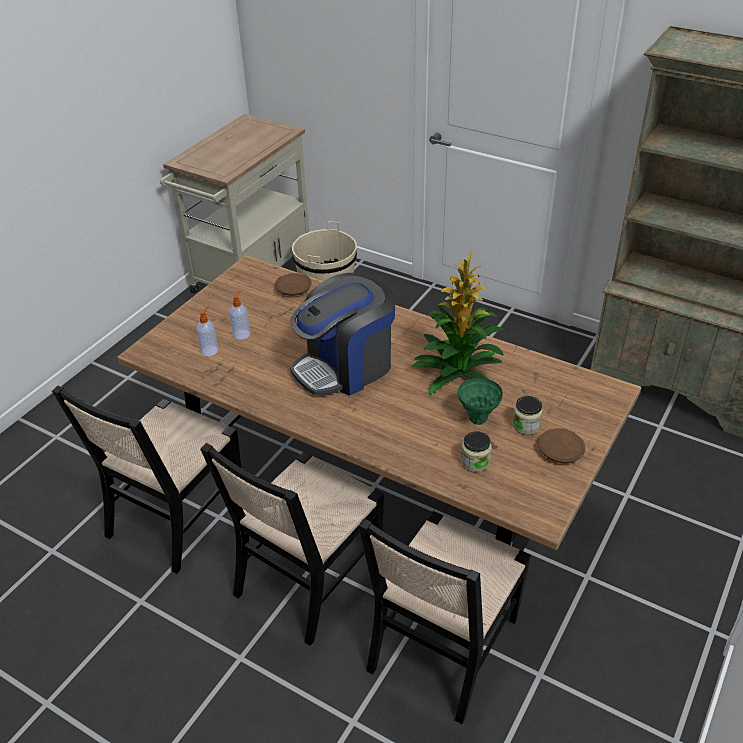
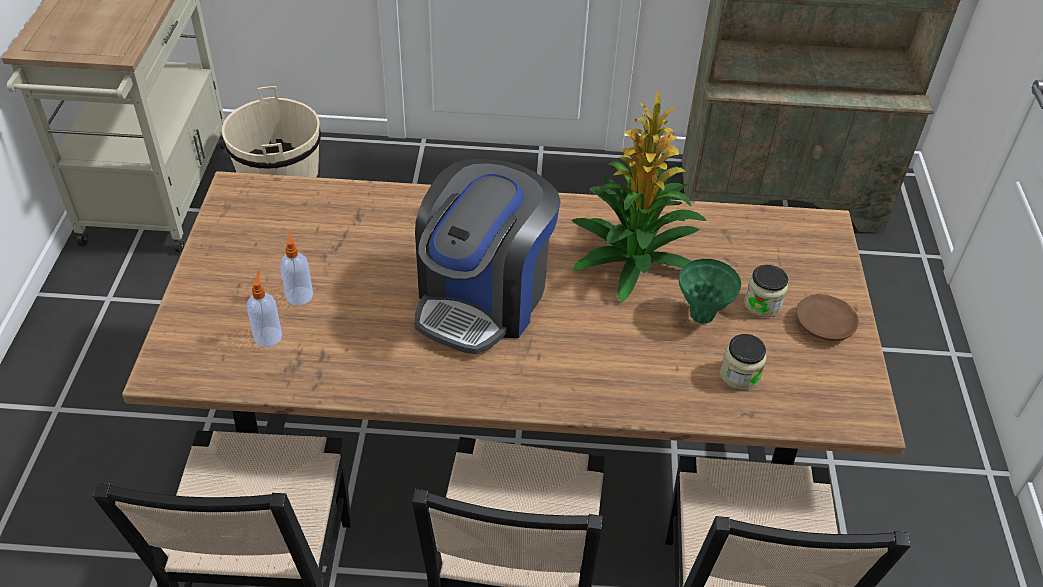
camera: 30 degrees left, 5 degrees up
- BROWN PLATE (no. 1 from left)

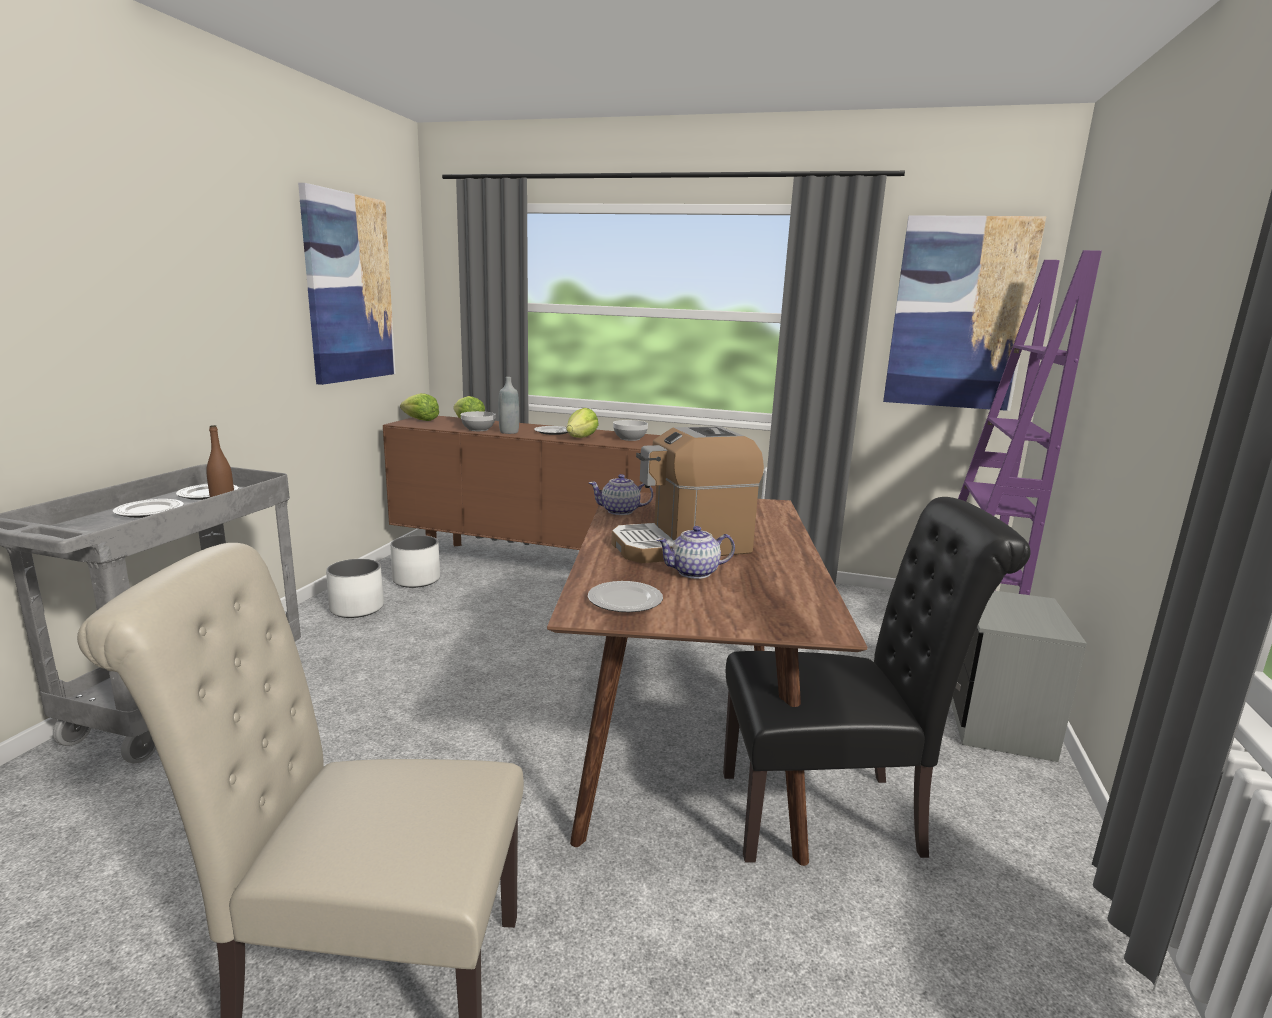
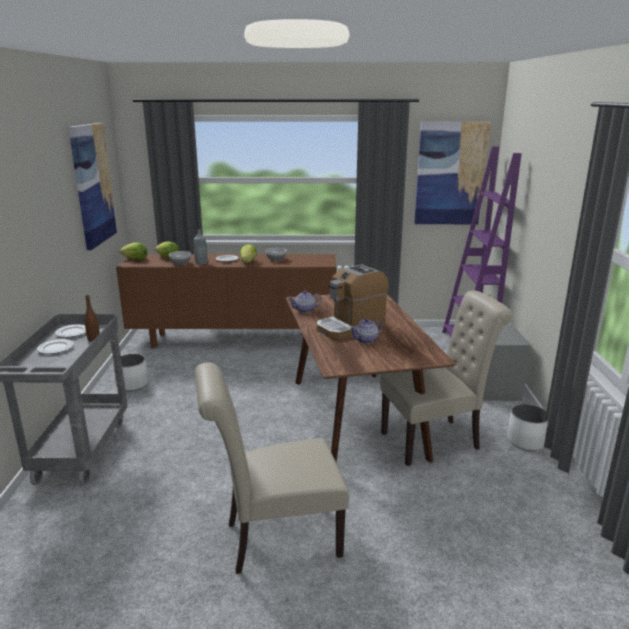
camera: 15 degrees left, 5 degrees up
~ BLACK CHAIR to BEIGE CHAIR (no. 2 from left)
~ WHITE PLANTER (no. 2 from left)
- PLATE (no. 4 from left)

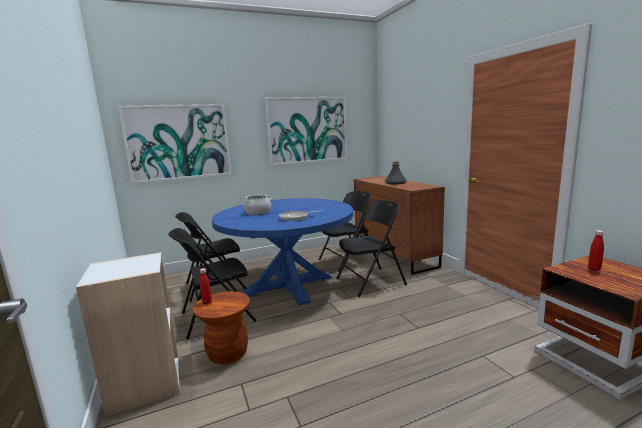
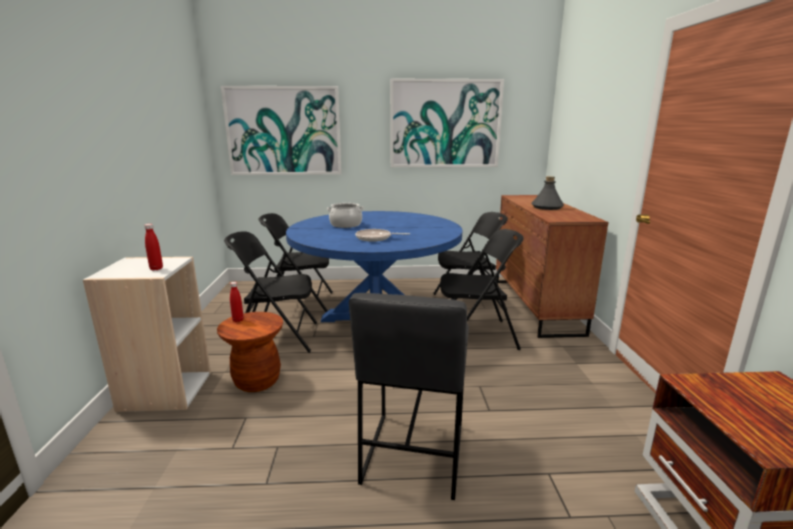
camera: 20 degrees right, 5 degrees up
~ RED BOTTLE (no. 2 from left in the first image) to RED BOTTLE (no. 1 from left)
+ GREY STOOL

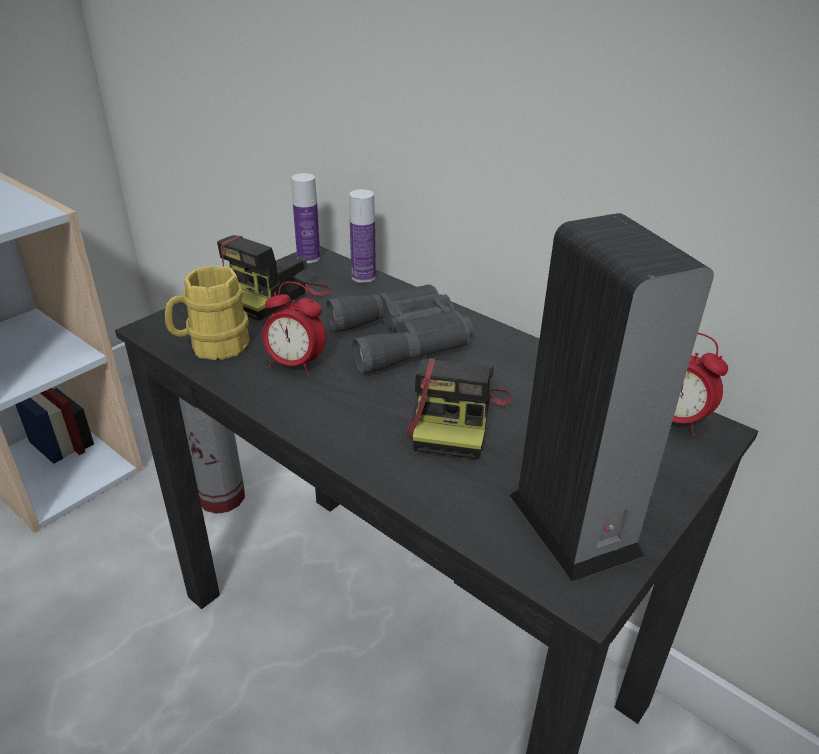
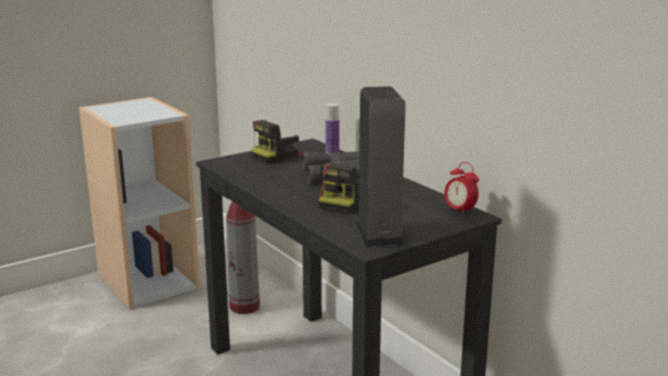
camera: 15 degrees right, 15 degrees down
- BOTTLE (no. 1 from left)
- YELLOW MUG
- ALARM CLOCK (no. 1 from left)

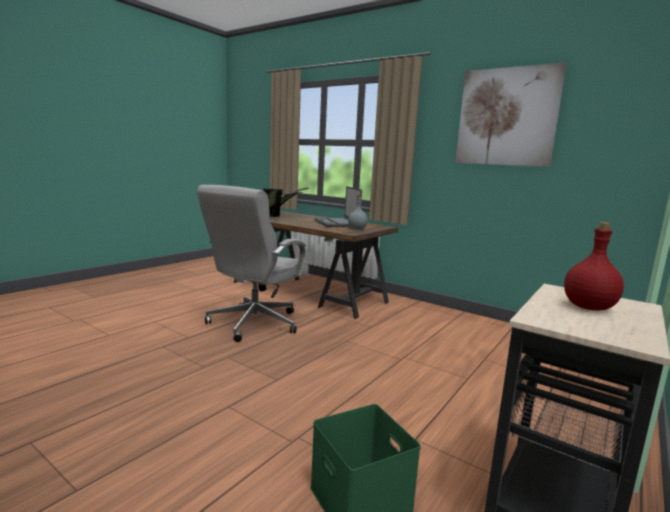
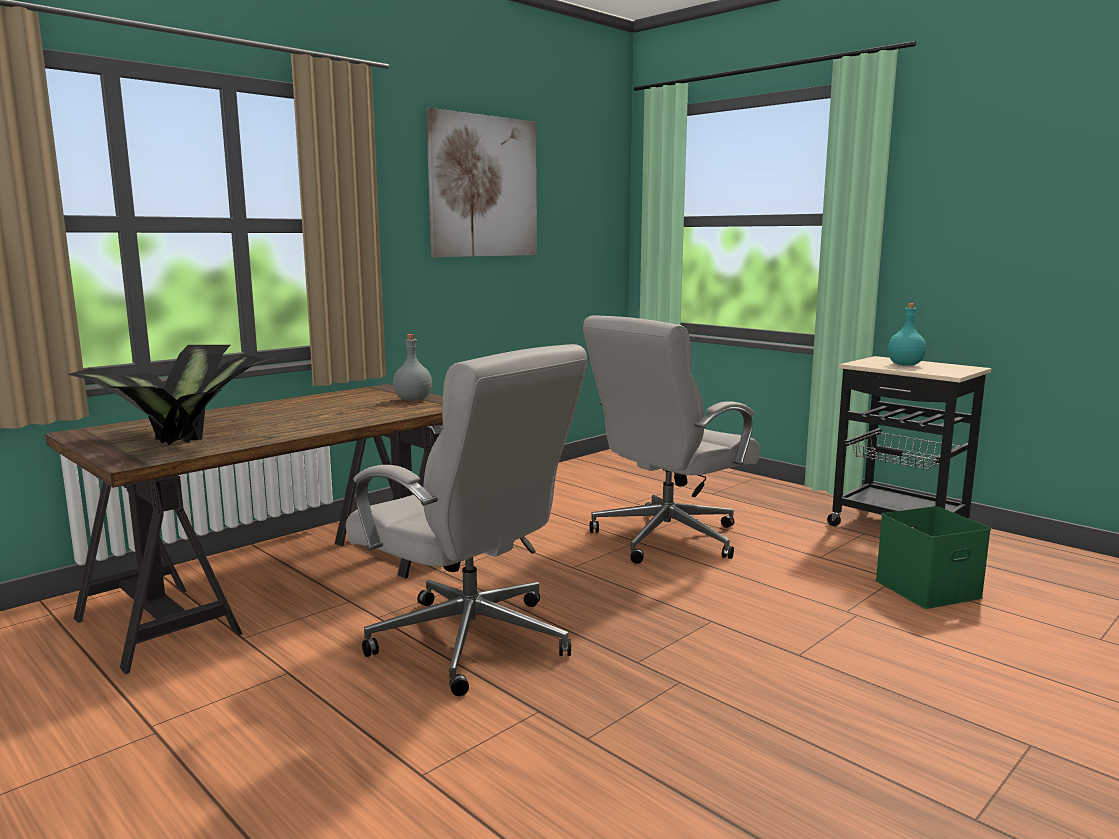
camera: 80 degrees left, 0 degrees up
- LAPTOP
~ RED BOTTLE to TURQUOISE BOTTLE
+ GREY OFFICE CHAIR (no. 2 from left)

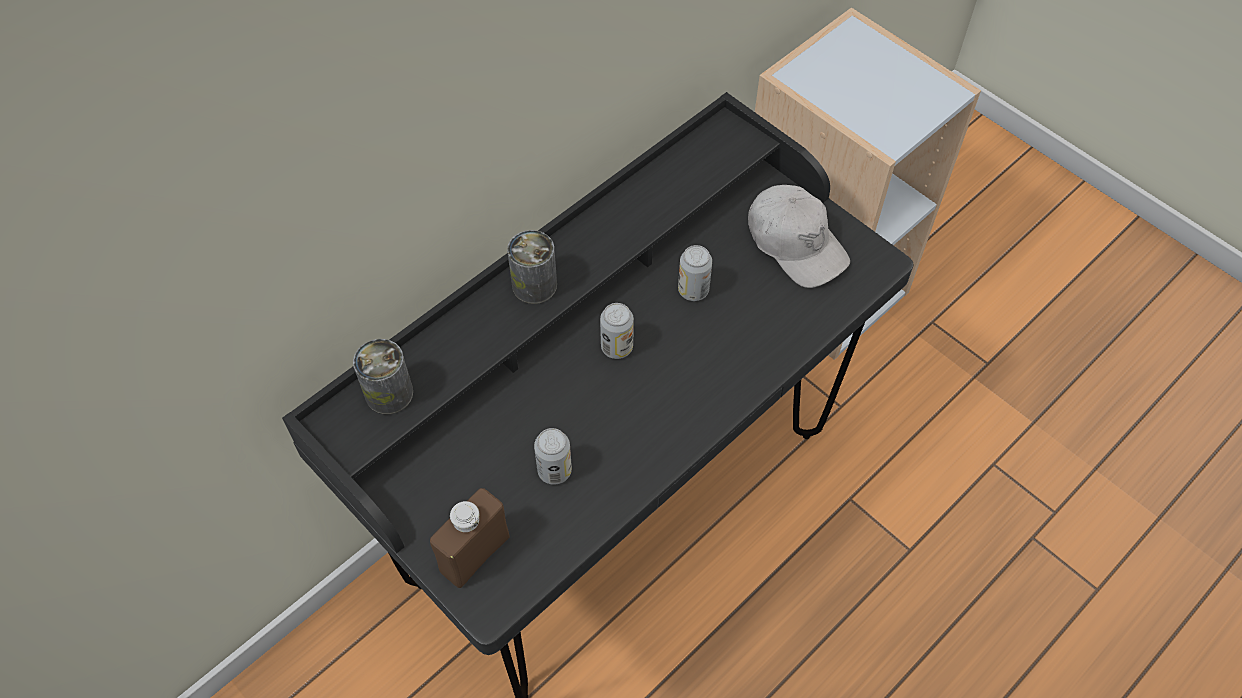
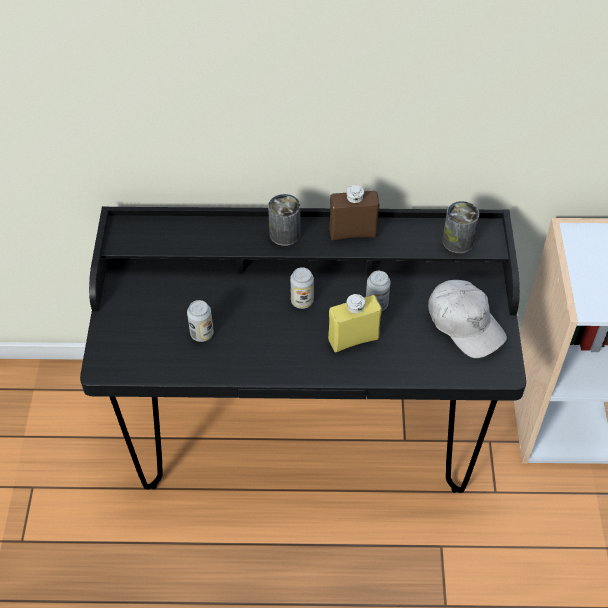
camera: 45 degrees right, 5 degrees down
~ WHITE CAP 45 degrees counterclockwise
~ CAN (no. 1 from left in the first image) to CAN (no. 5 from left)
~ BROWN BOTTLE
+ YELLOW BOTTLE

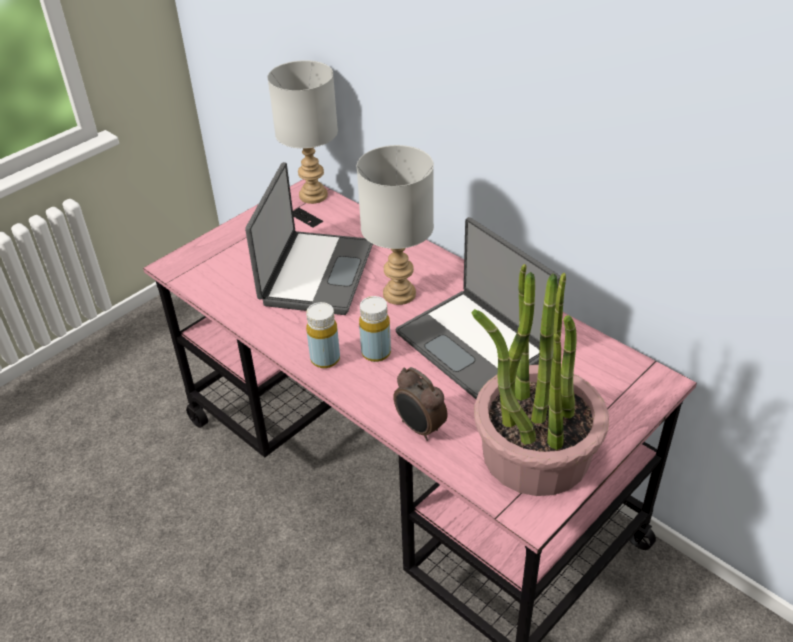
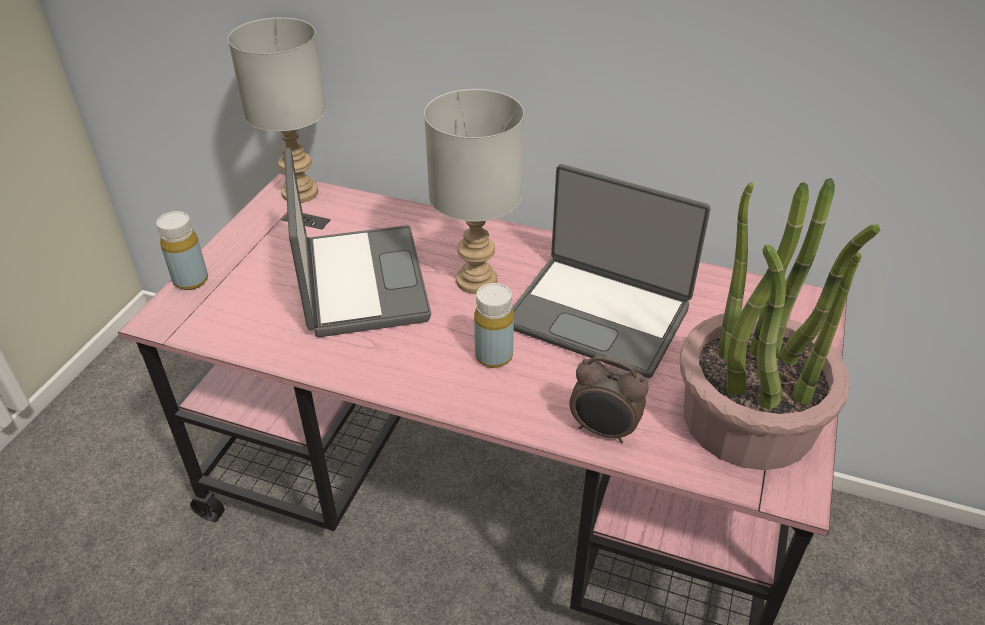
camera: 25 degrees left, 0 degrees up
~ YELLOW BOTTLE (no. 1 from left)

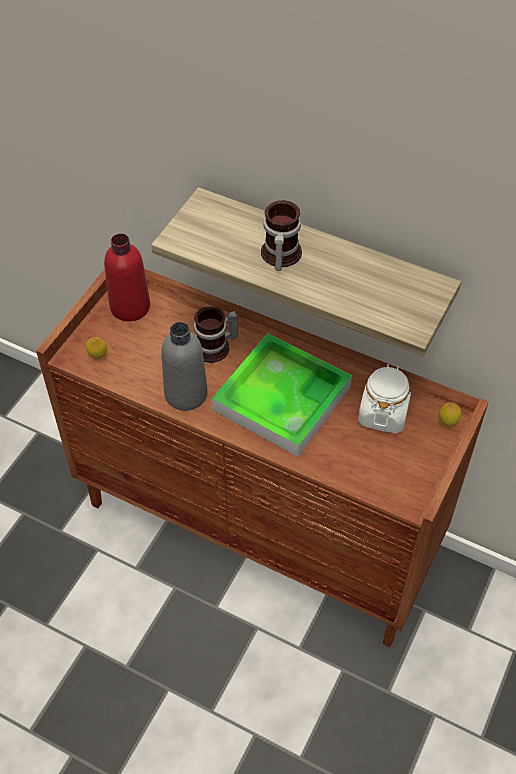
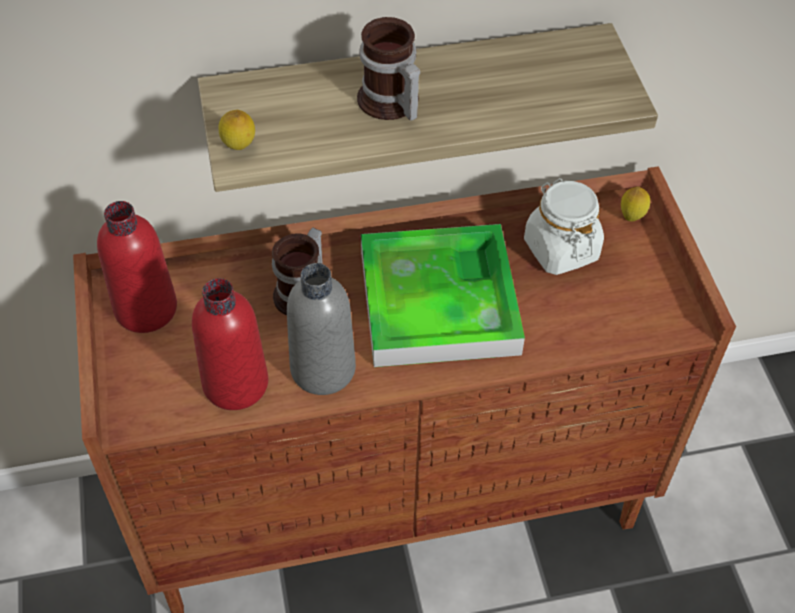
camera: 40 degrees left, 0 degrees up
~ LEMON (no. 1 from left)
+ RED BOTTLE (no. 2 from left)

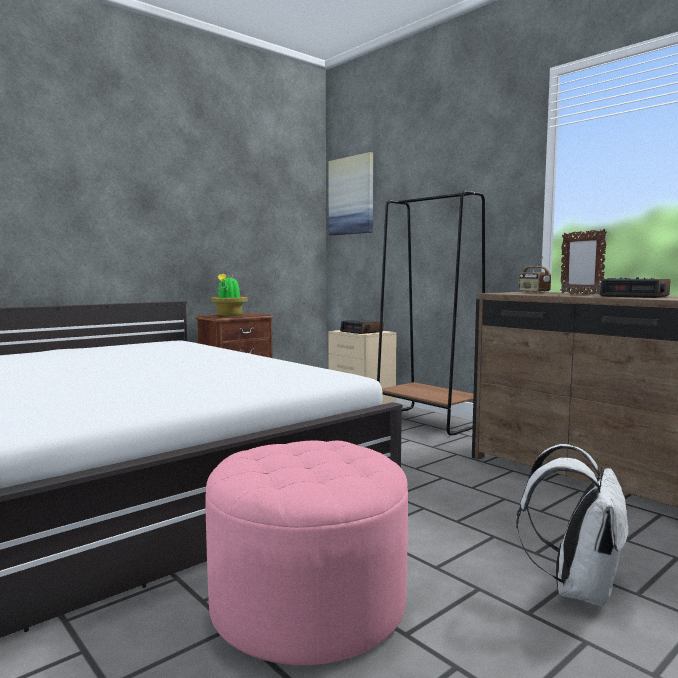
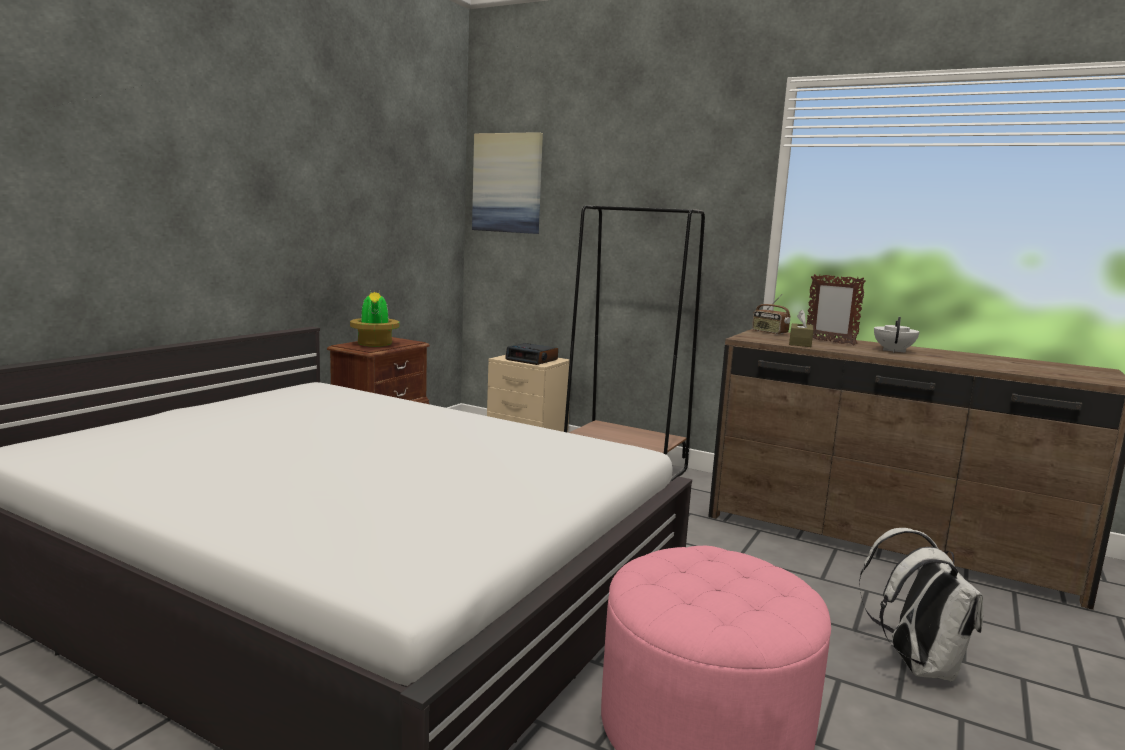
camera: 20 degrees left, 5 degrees up
~ ALARM CLOCK (no. 2 from left) to WHITE TEAPOT
+ BROWN TISSUE BOX

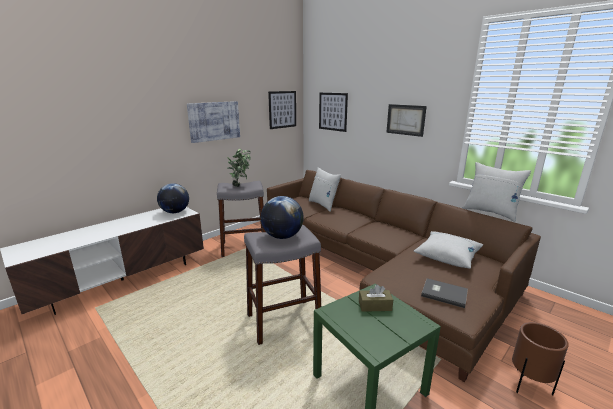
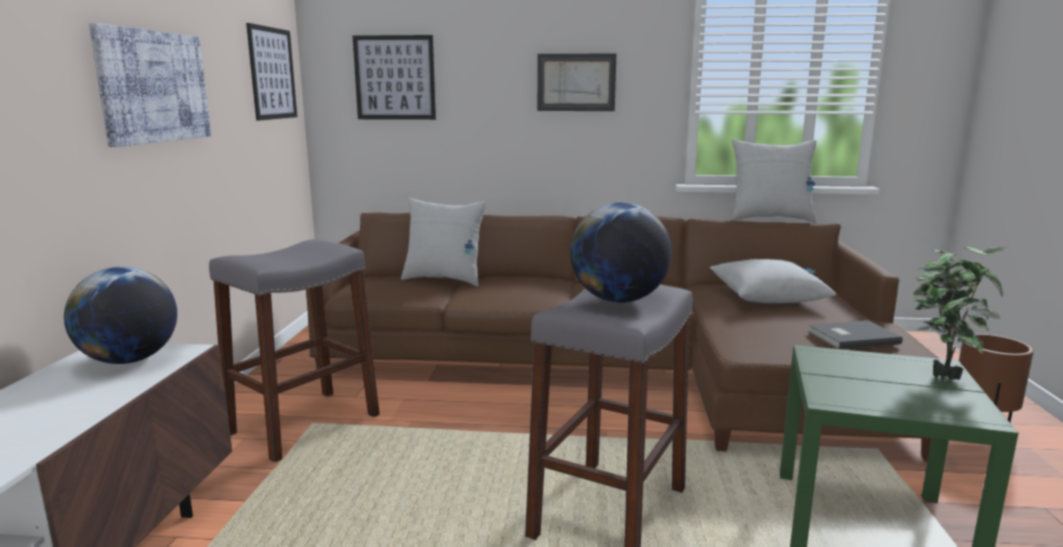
camera: 40 degrees left, 5 degrees down
~ POTTED PLANT
- BROWN TISSUE BOX

